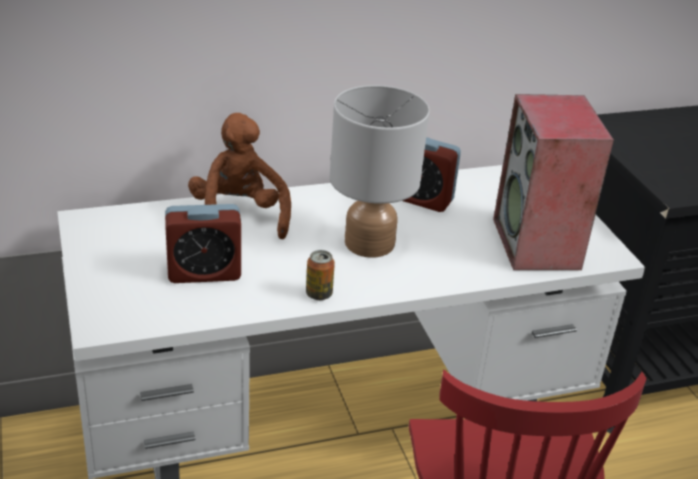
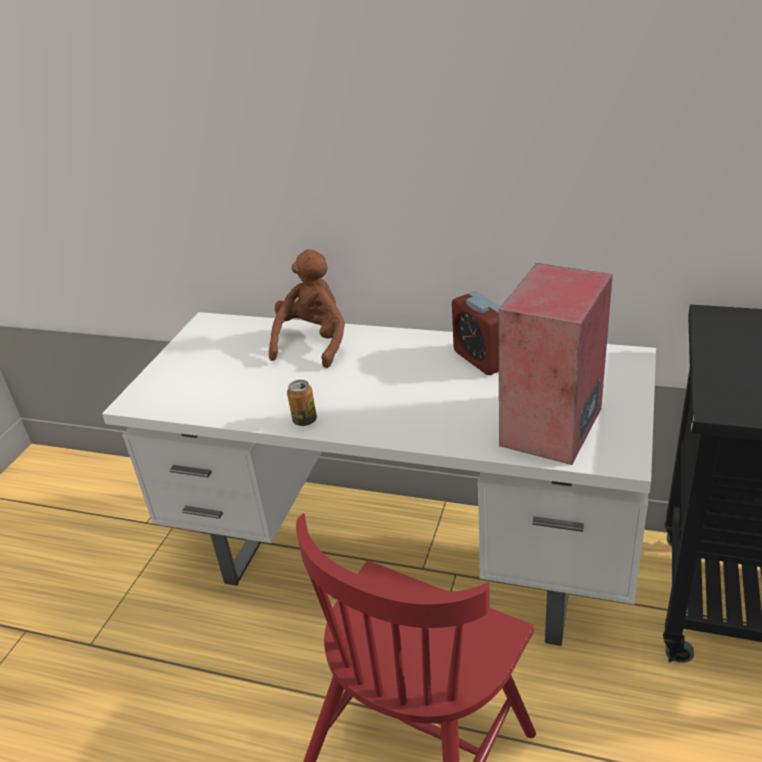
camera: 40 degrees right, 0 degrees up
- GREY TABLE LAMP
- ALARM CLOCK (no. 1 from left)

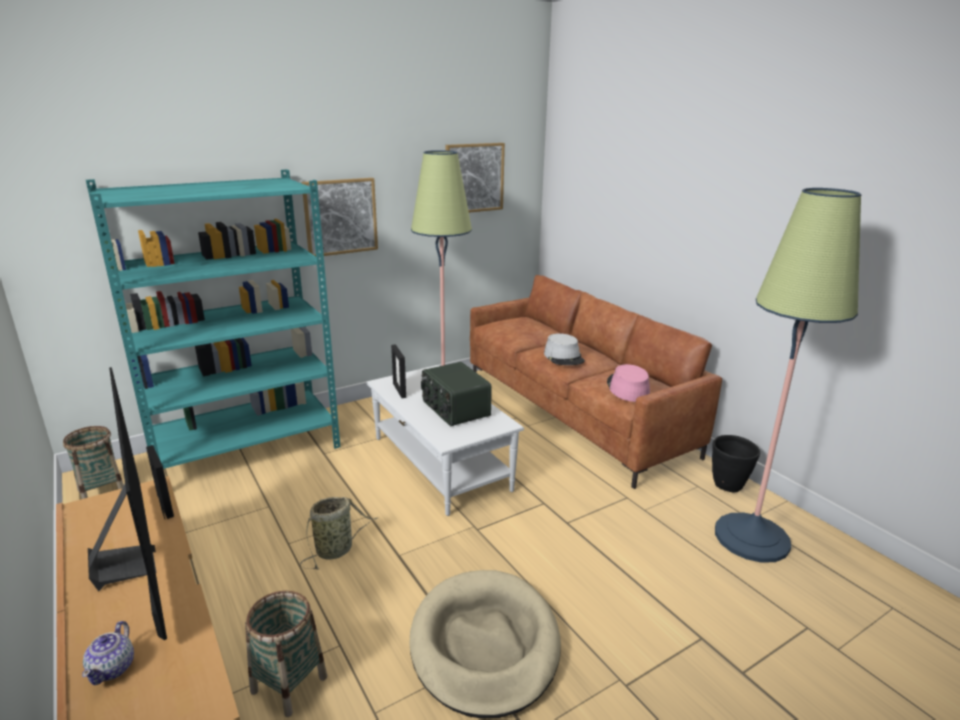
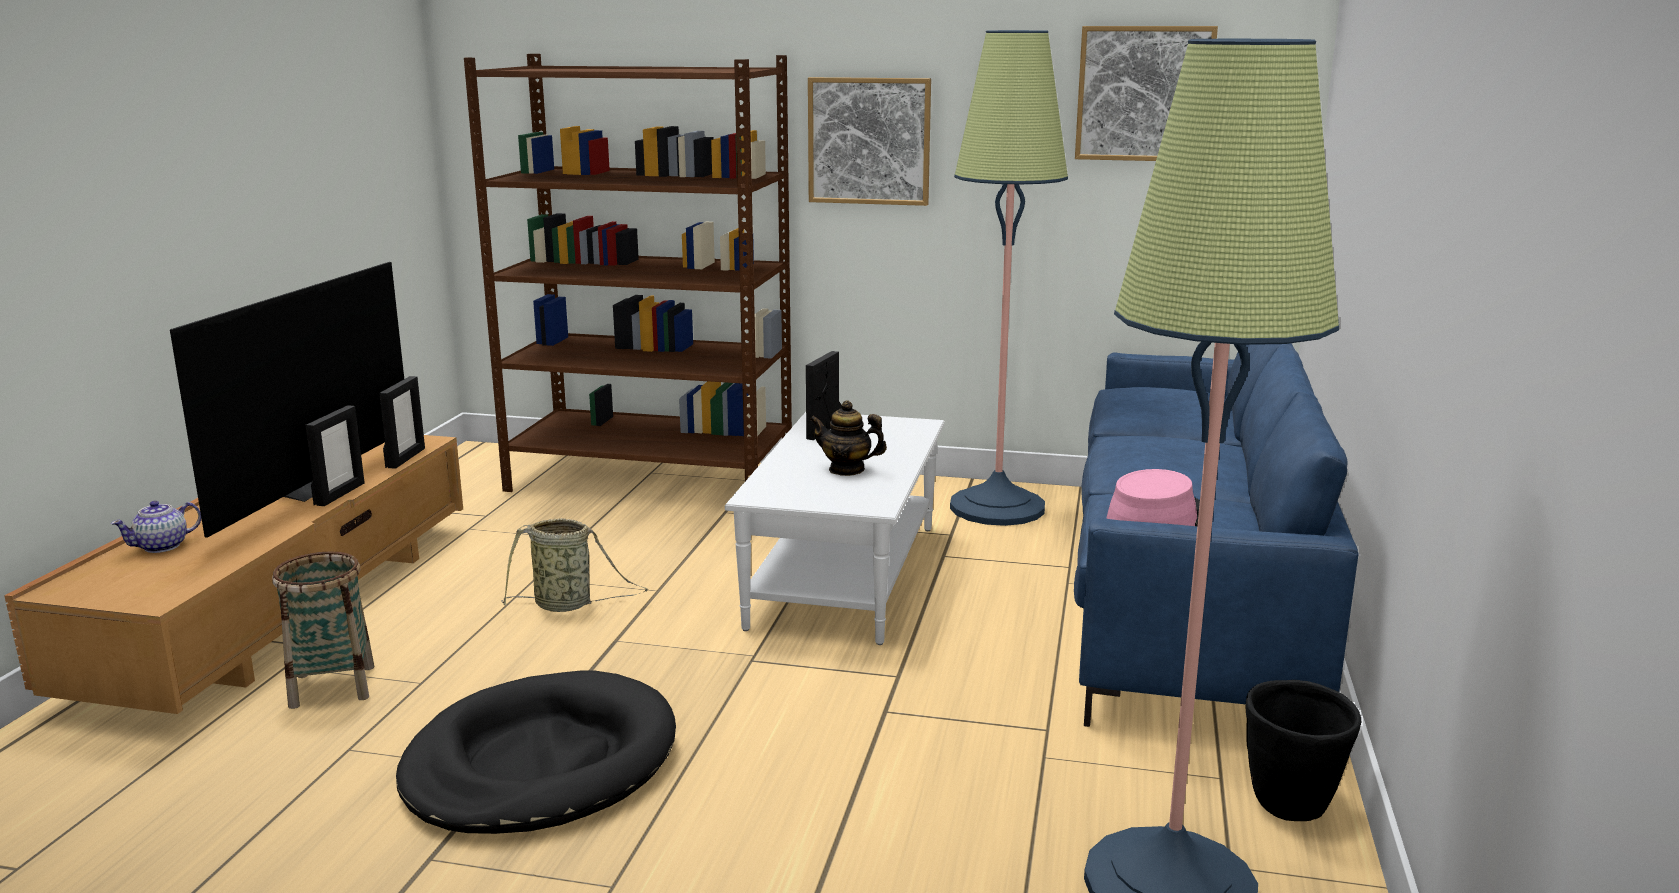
camera: 45 degrees right, 5 degrees down
~ TURQUOISE BOOKCASE to BROWN BOOKCASE
~ BROWN SOFA to BLUE SOFA
- GREY HAT
~ RADIO to TEAPOT (no. 2 from left)
- BASKET (no. 1 from left)
~ BEIGE DOG BED to BLACK DOG BED
+ PICTURE FRAME (no. 1 from left)

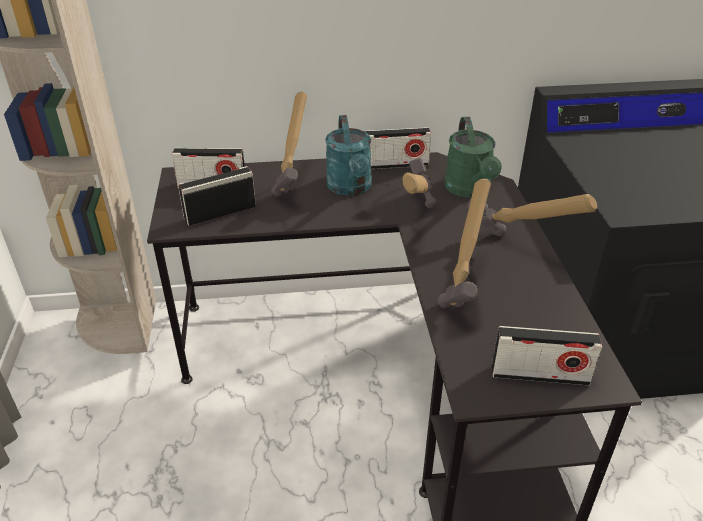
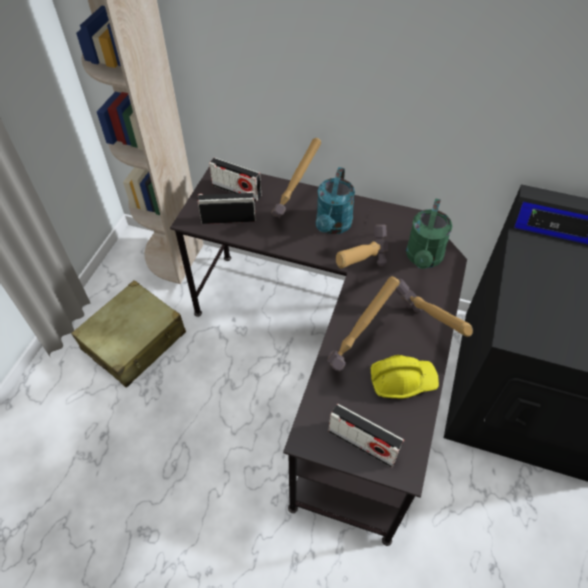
camera: 25 degrees right, 15 degrees up
- RADIO (no. 3 from left)
+ BEIGE SUITCASE
+ YELLOW HARD HAT

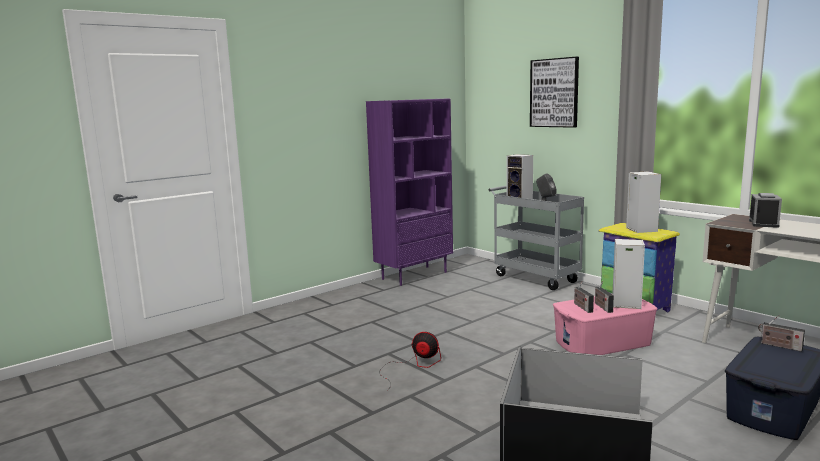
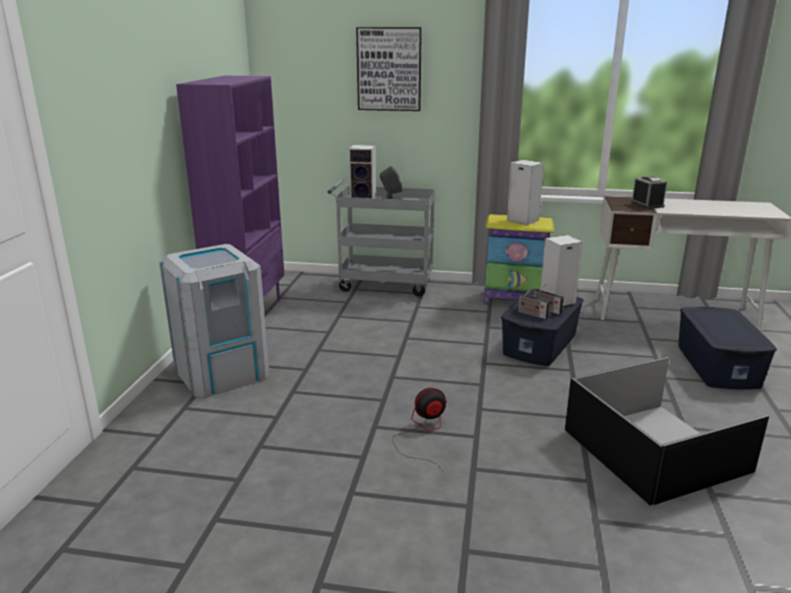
camera: 40 degrees left, 10 degrees up
~ PINK STORAGE BOX to BLUE STORAGE BOX (no. 1 from left)
- RADIO (no. 3 from left)
+ GREY TRASH CAN

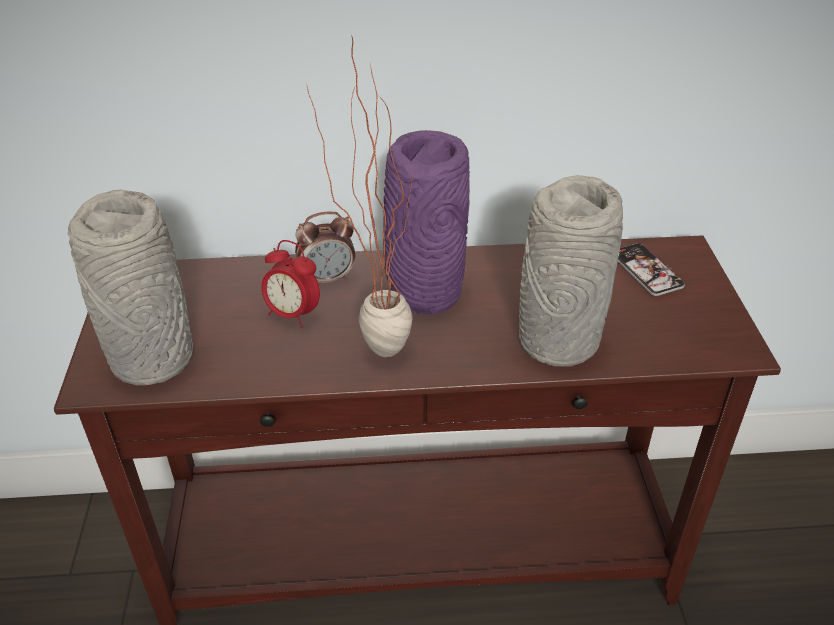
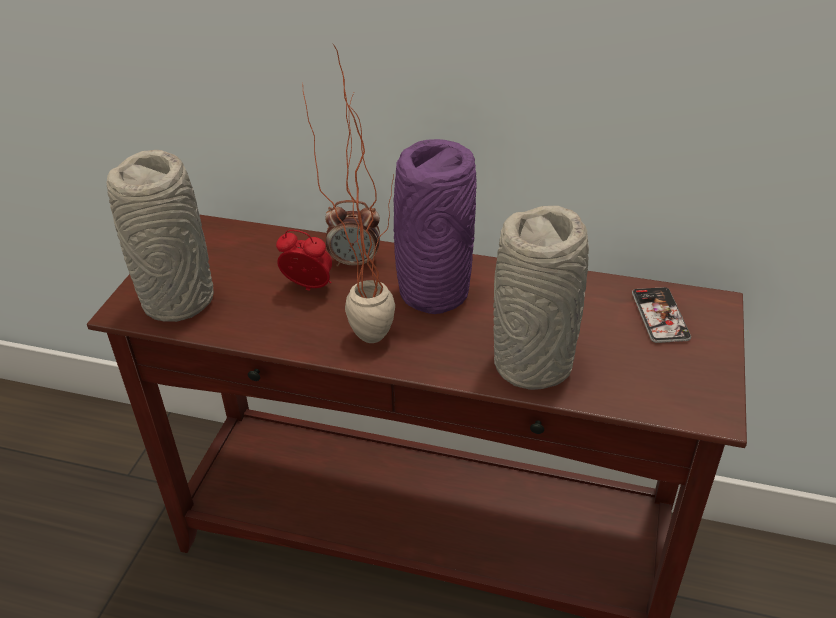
camera: 20 degrees right, 0 degrees up
~ ALARM CLOCK (no. 1 from left) 150 degrees clockwise

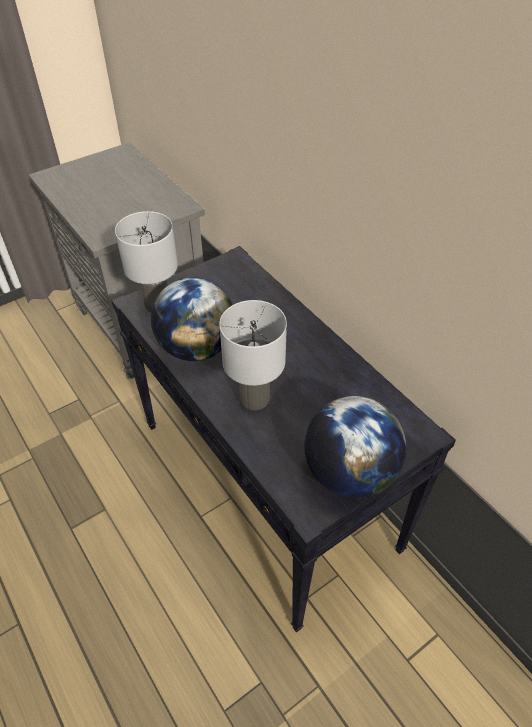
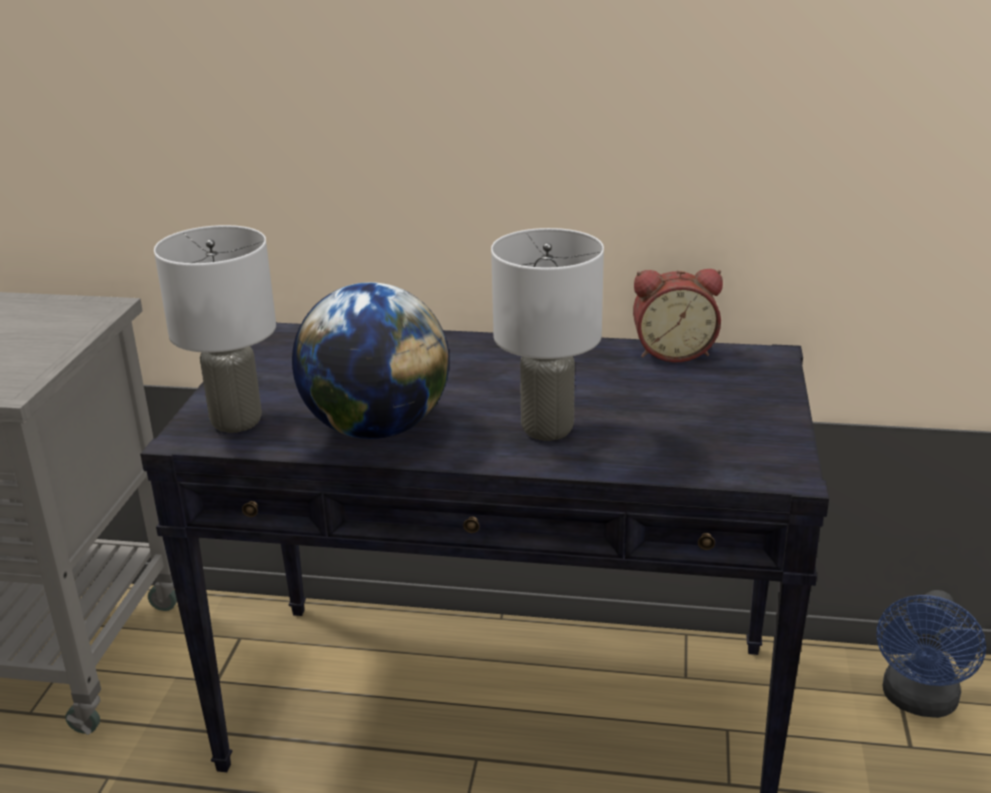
camera: 45 degrees left, 20 degrees down
- GLOBE (no. 2 from left)
+ ALARM CLOCK
+ BLUE FAN

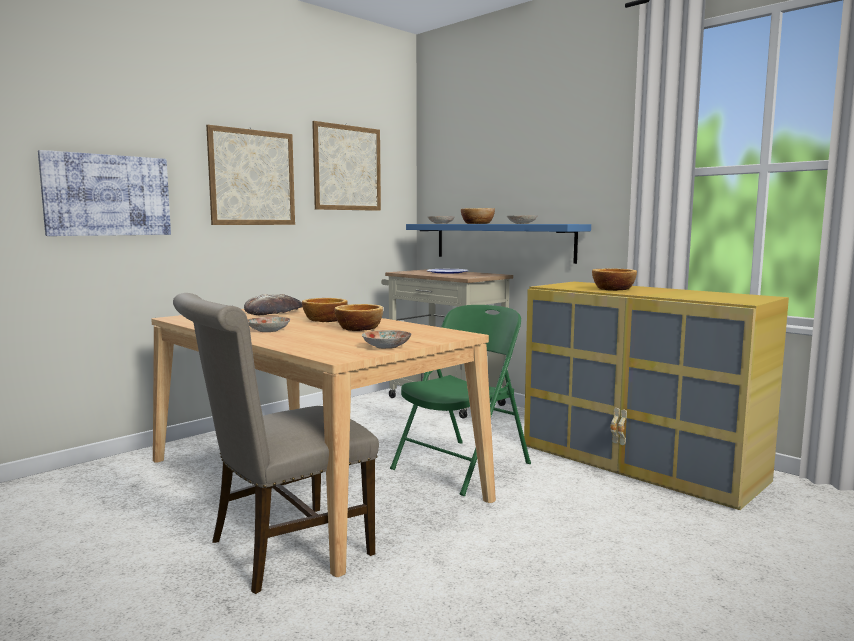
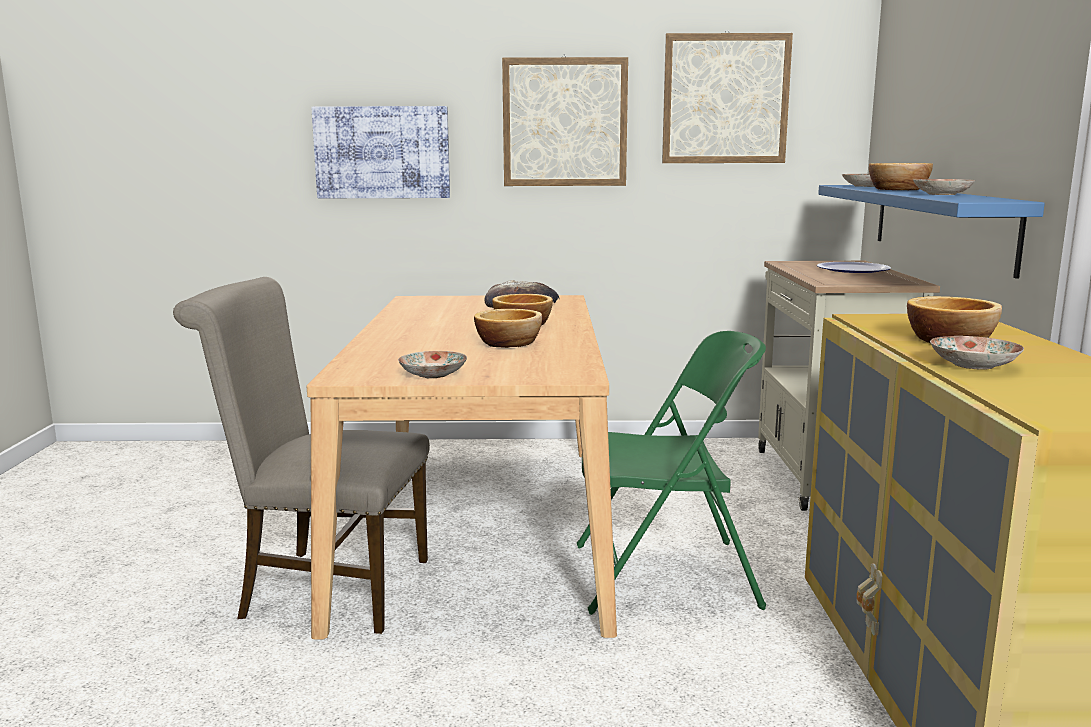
camera: 45 degrees right, 5 degrees up
~ PLATE (no. 1 from left in the first image) to PLATE (no. 5 from left)

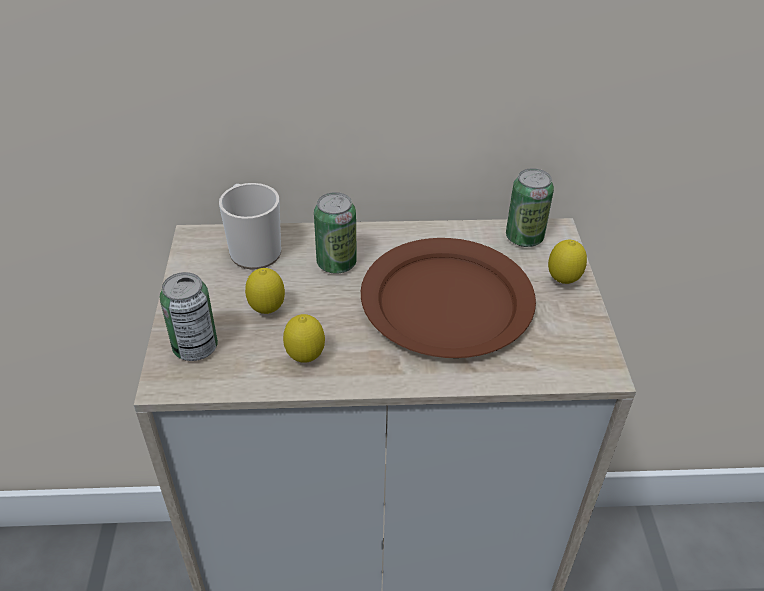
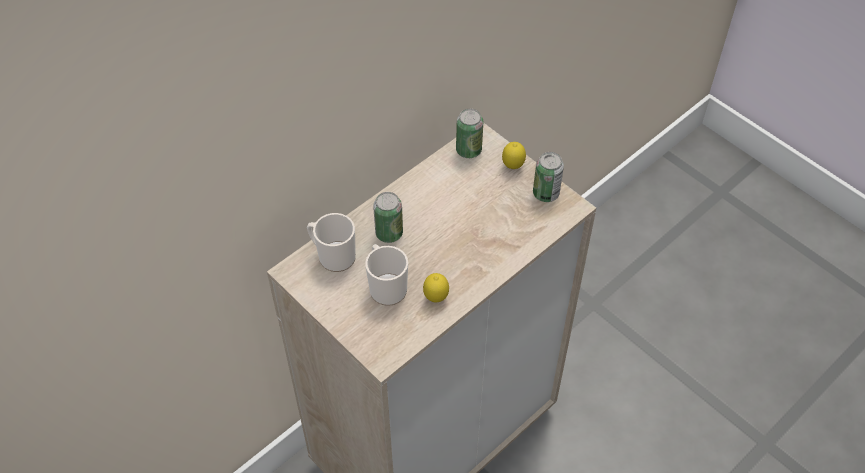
camera: 40 degrees left, 10 degrees up
- BROWN PLATE
~ LEMON (no. 1 from left) to MUG (no. 2 from left)
~ CAN (no. 1 from left in the first image) to CAN (no. 3 from left)

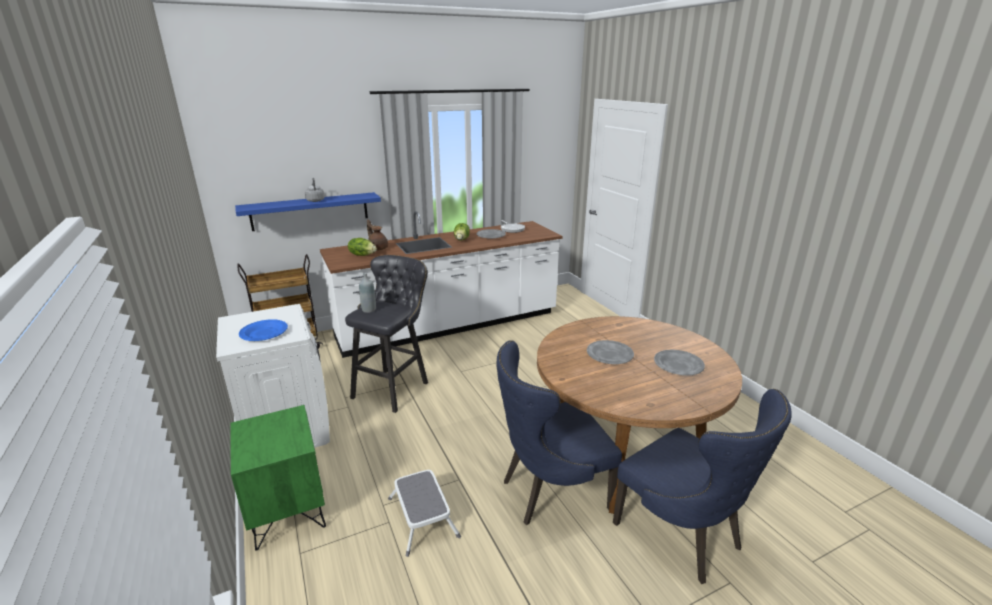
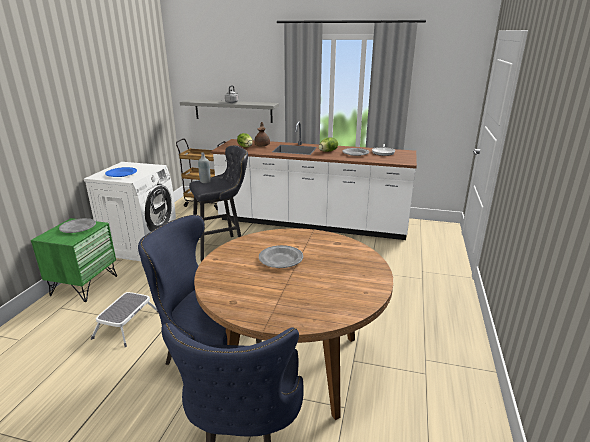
camera: 40 degrees right, 0 degrees up
~ BLUE SHELF to GREY SHELF
~ GREY PLATE (no. 3 from left in the first image) to GREY PLATE (no. 1 from left)

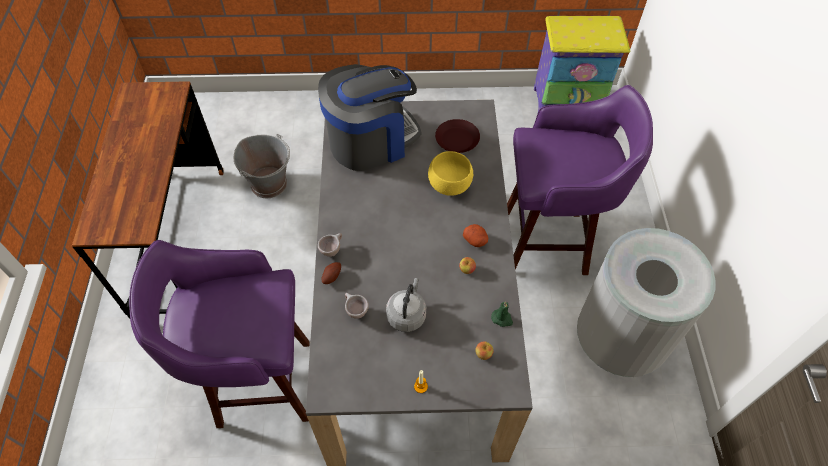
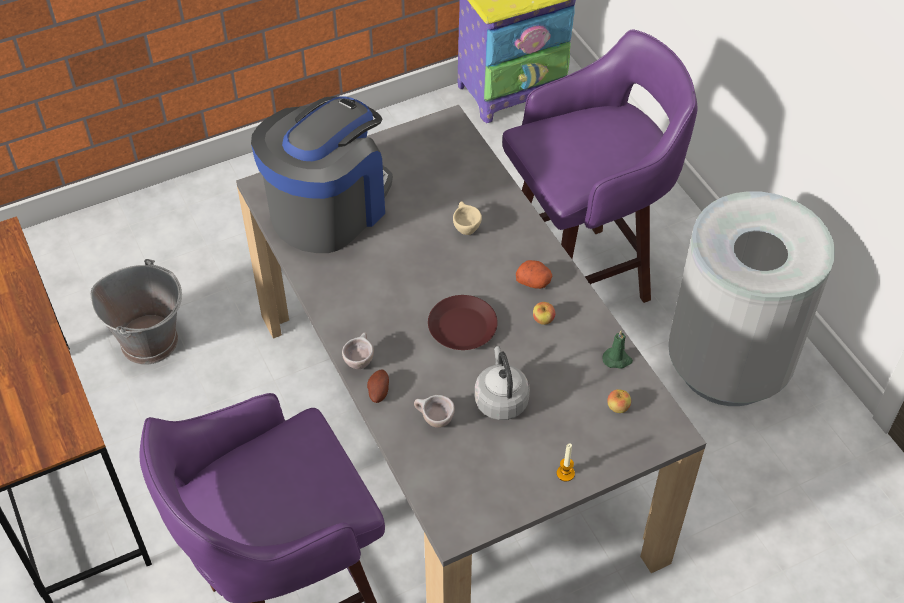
camera: 25 degrees left, 5 degrees down
~ BROWN PLATE
~ YELLOW BOWL to BEIGE CUP (no. 3 from left)

